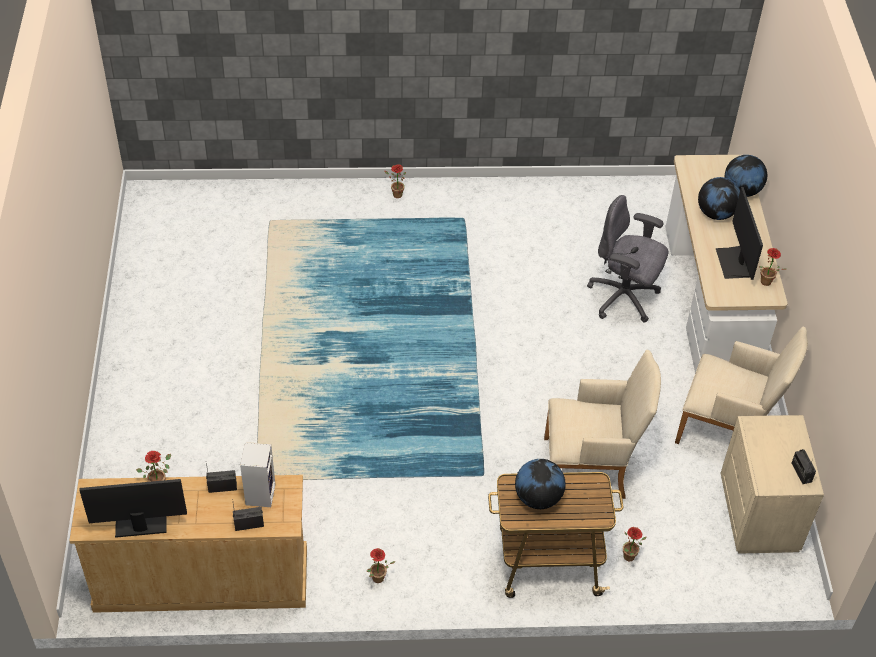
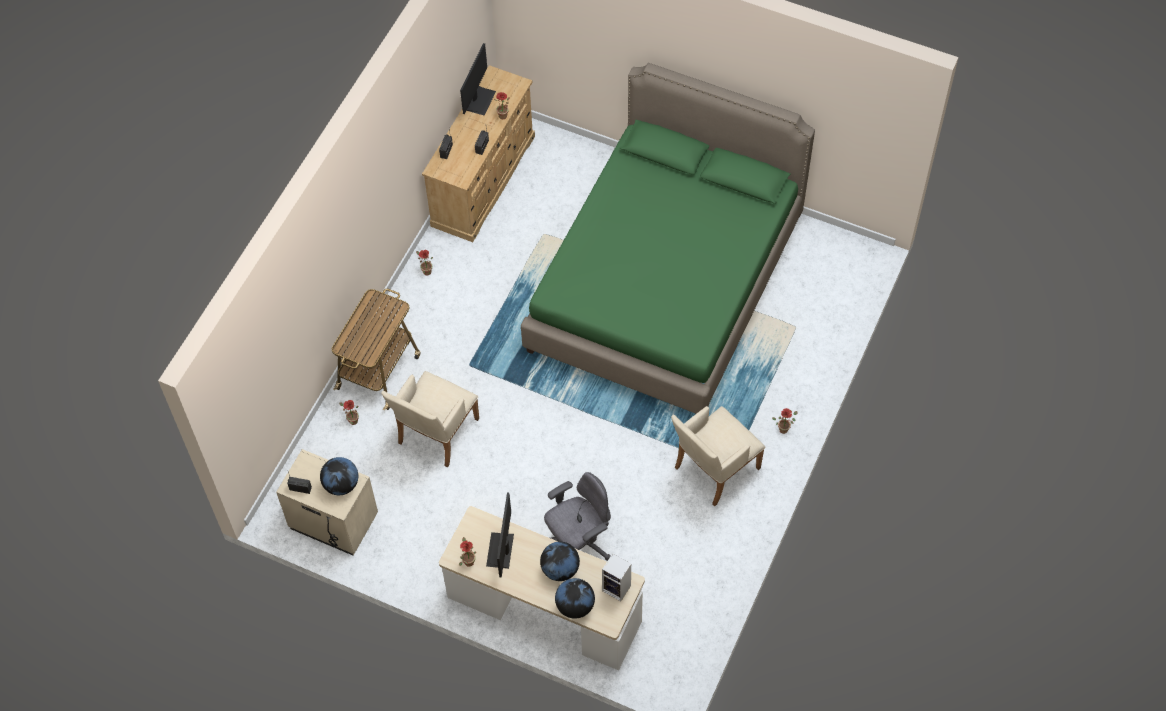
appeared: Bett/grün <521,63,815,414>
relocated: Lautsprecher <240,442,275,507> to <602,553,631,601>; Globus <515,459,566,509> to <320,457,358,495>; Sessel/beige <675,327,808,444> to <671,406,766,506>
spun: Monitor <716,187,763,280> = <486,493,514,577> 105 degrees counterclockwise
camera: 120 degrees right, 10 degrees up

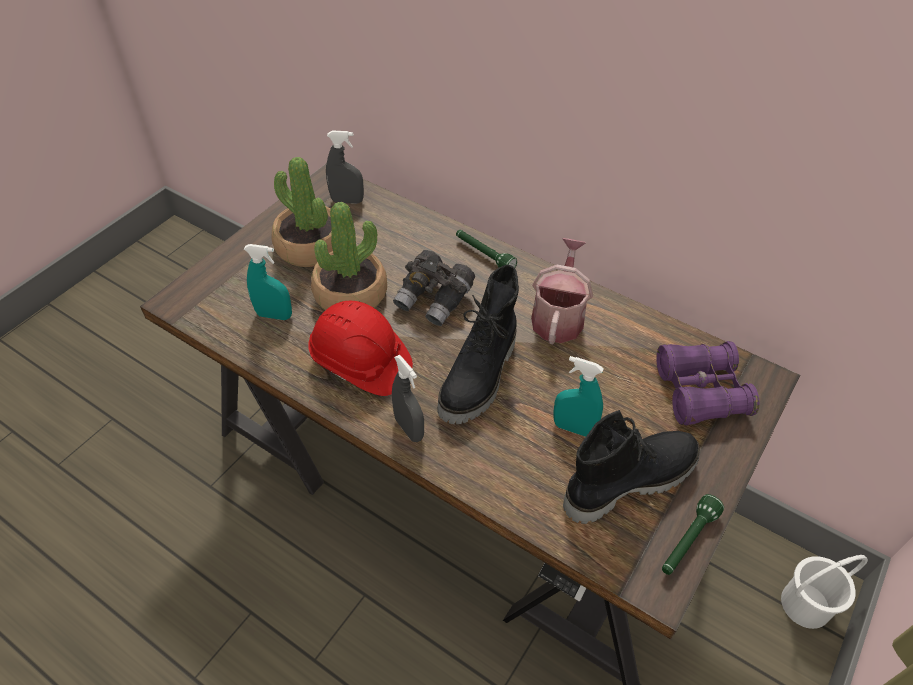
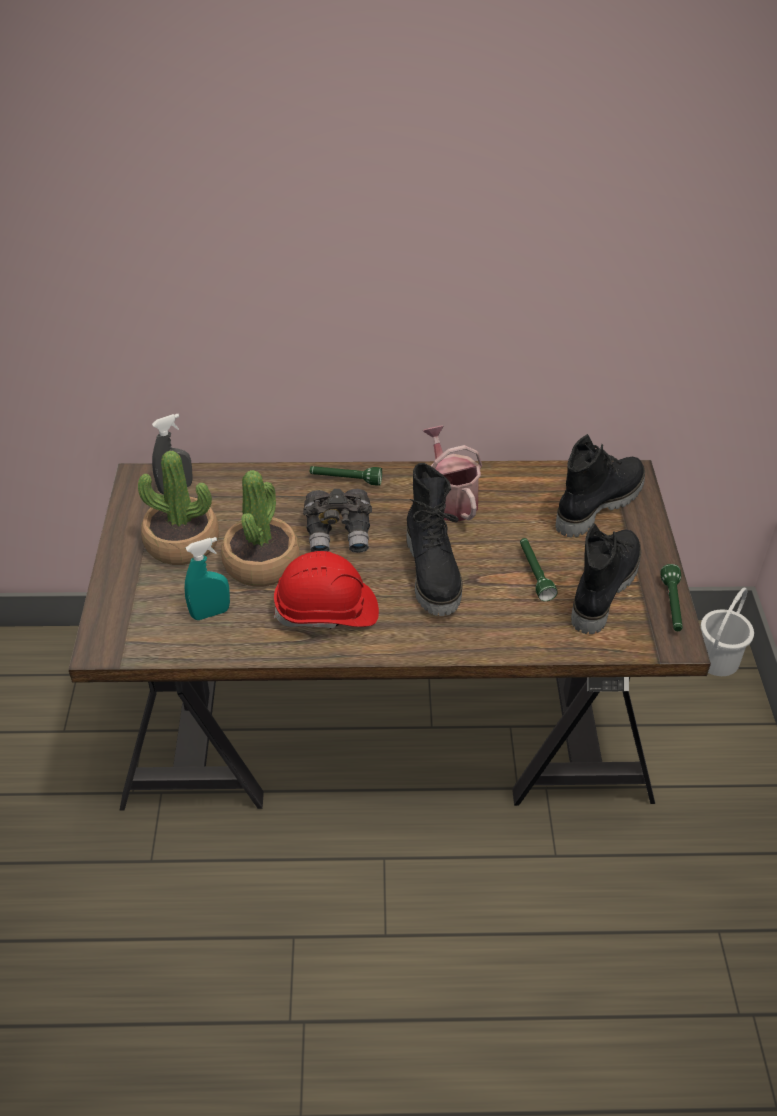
missing: Sprühflasche/grau <392,355,424,442>
exchanged: Sprühflasche/türkis <553,356,604,437> to Taschenlampe/grün <520,538,558,601>; Fernglas/lila <656,341,759,426> to Stiefel/schwarz <556,434,645,538>
camera: 35 degrees left, 5 degrees down

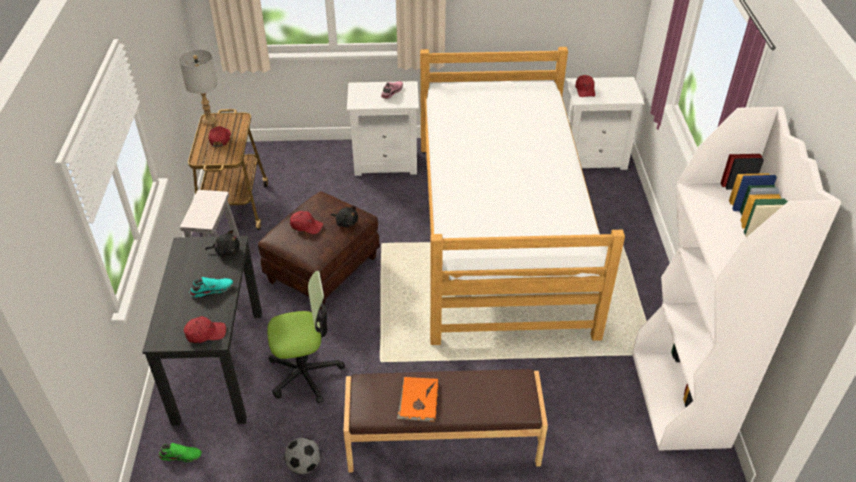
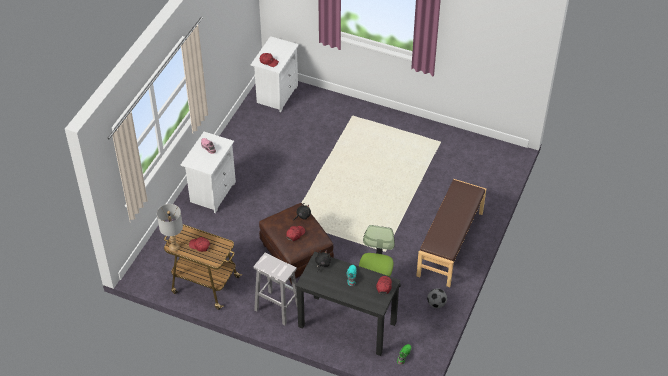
missing: Buch/orange <397,377,438,421>; Bett <420,47,625,345>; Bücherregal/weiß <632,107,841,450>
camera: 65 degrees left, 5 degrees up

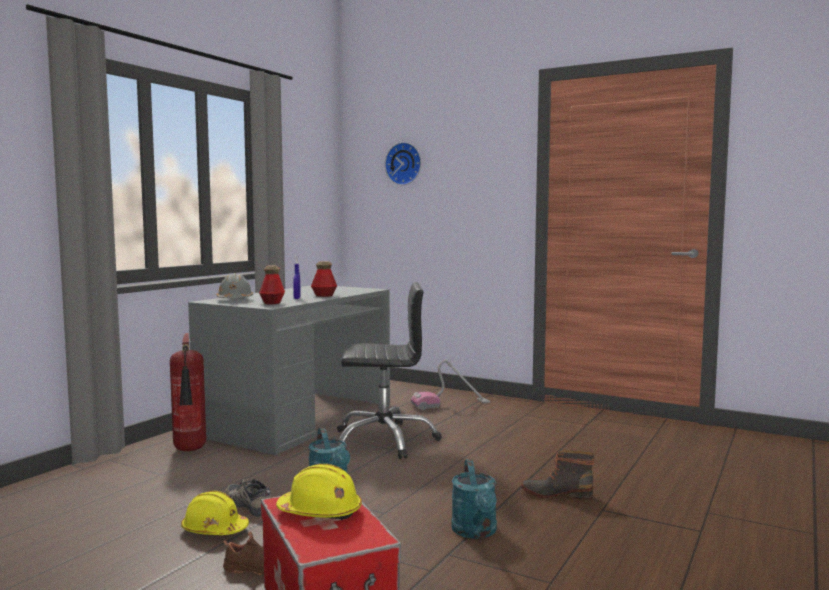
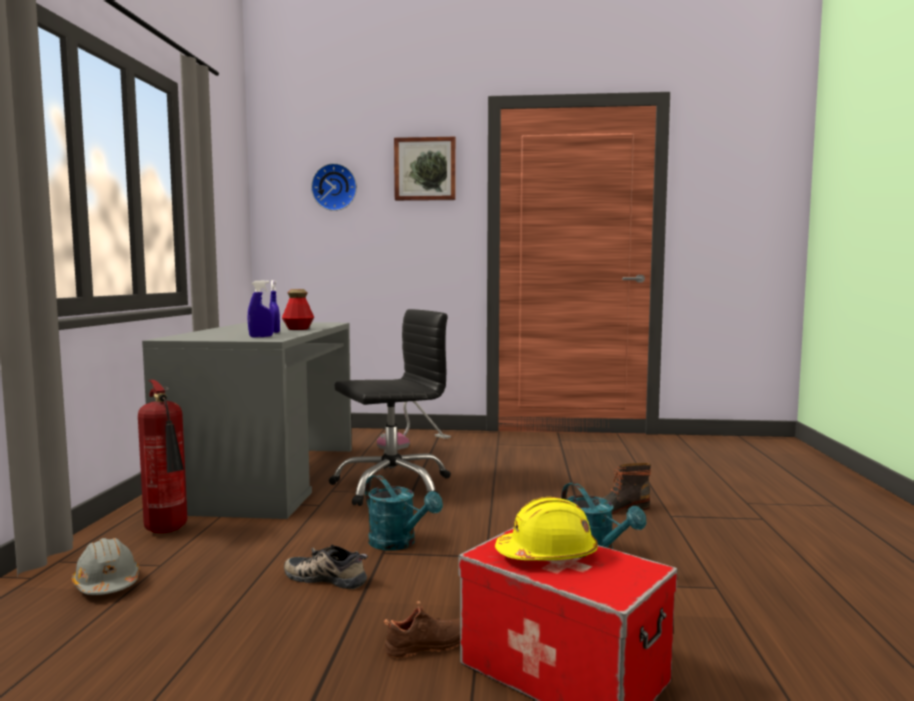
missing: Schutzhelm/gelb <181,491,249,535>
appeared: Bild <394,137,456,201>
relocated: Schutzhelm/grau <216,273,253,298> to <72,538,139,595>
exchanged: Flasche <259,265,285,304> to Sprühflasche/blau <248,280,274,337>
camera: 25 degrees left, 0 degrees up

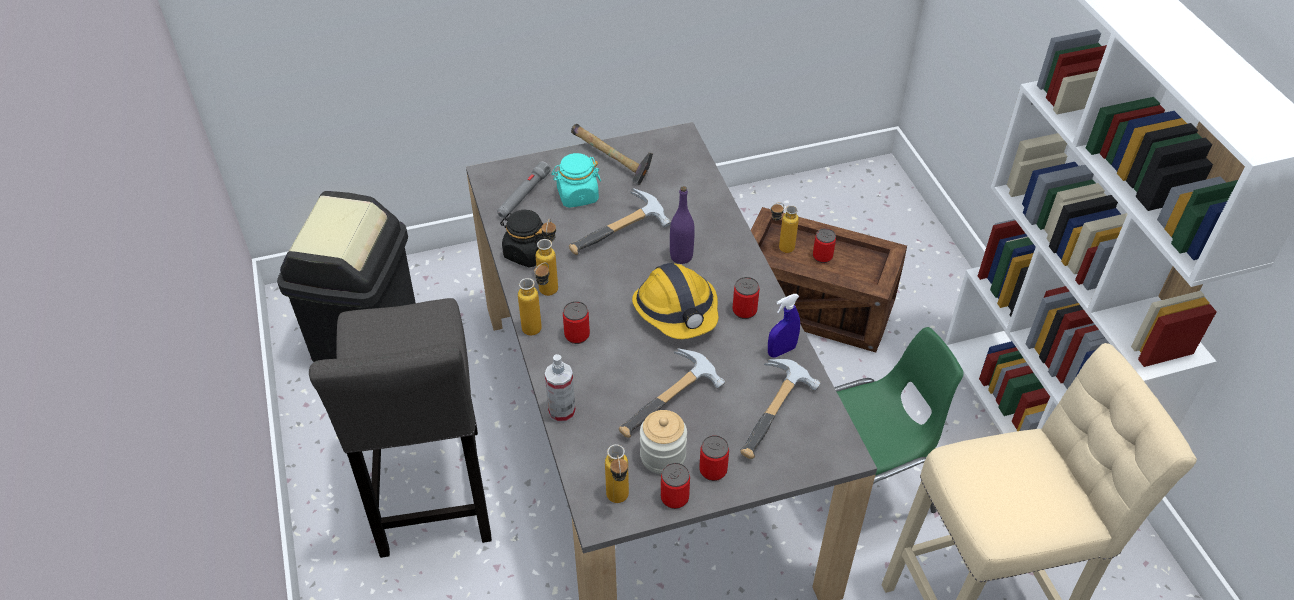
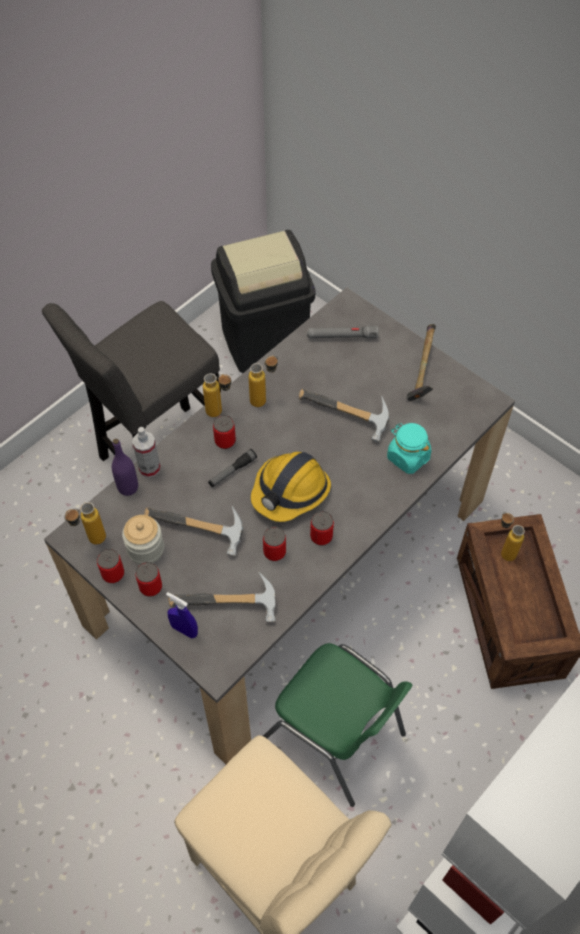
missing: Vorratsglas/schwarz <500,210,544,268>
appeared: Taschenlampe <208,449,257,487>
relocated: Vorratsglas/türkis <551,153,601,208> to <387,423,431,474>; Flasche/lila <670,186,695,264> to <112,439,138,496>; Sprühflasche/blau <768,294,800,357> to <166,592,198,639>; Dose <813,228,836,263> to <263,527,286,561>
camera: 60 degrees right, 10 degrees up

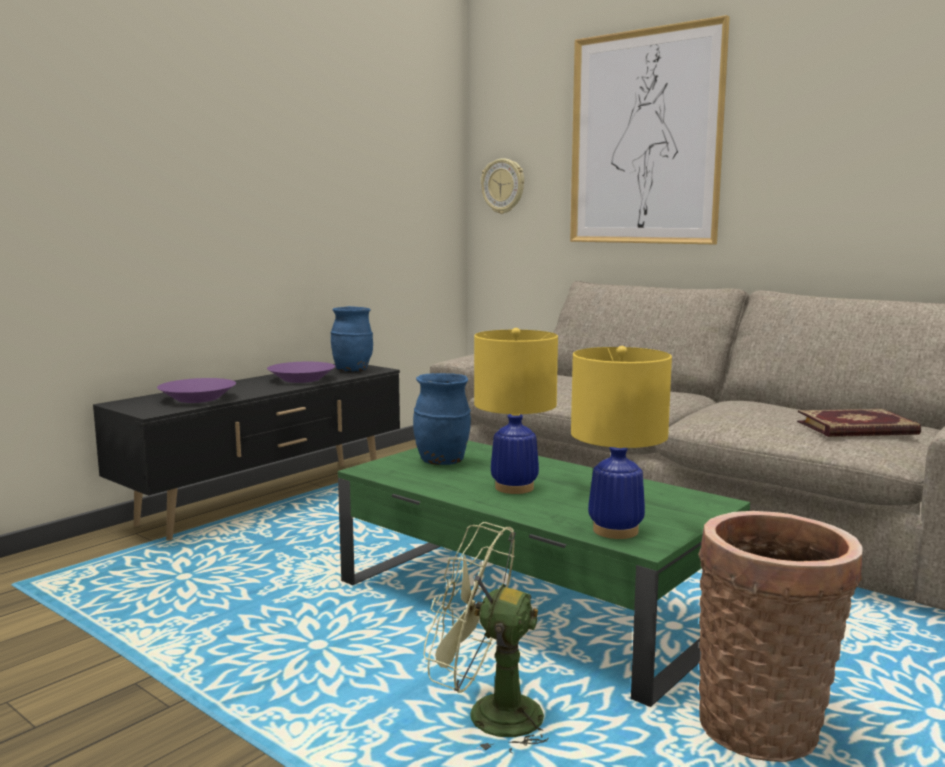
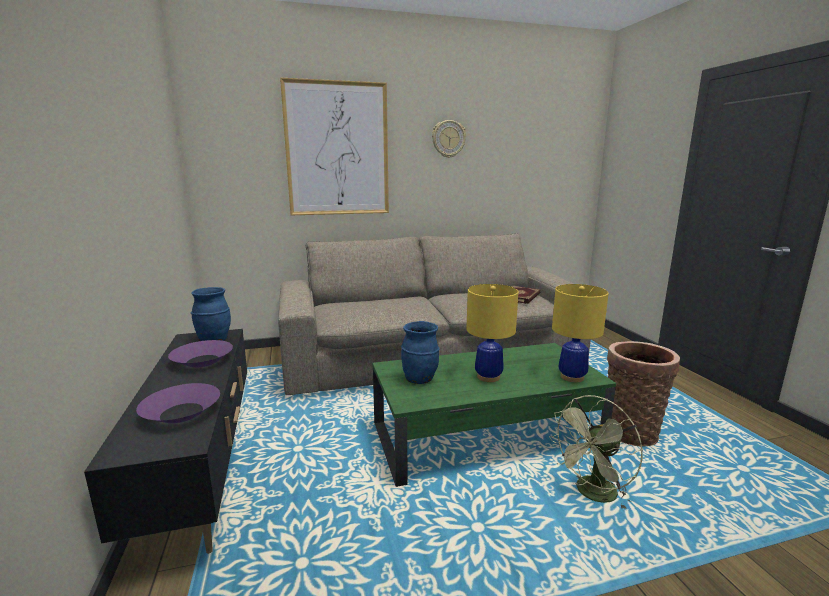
relocated: Wanduhr <481,158,524,214> to <432,120,466,158>
camera: 55 degrees left, 5 degrees up

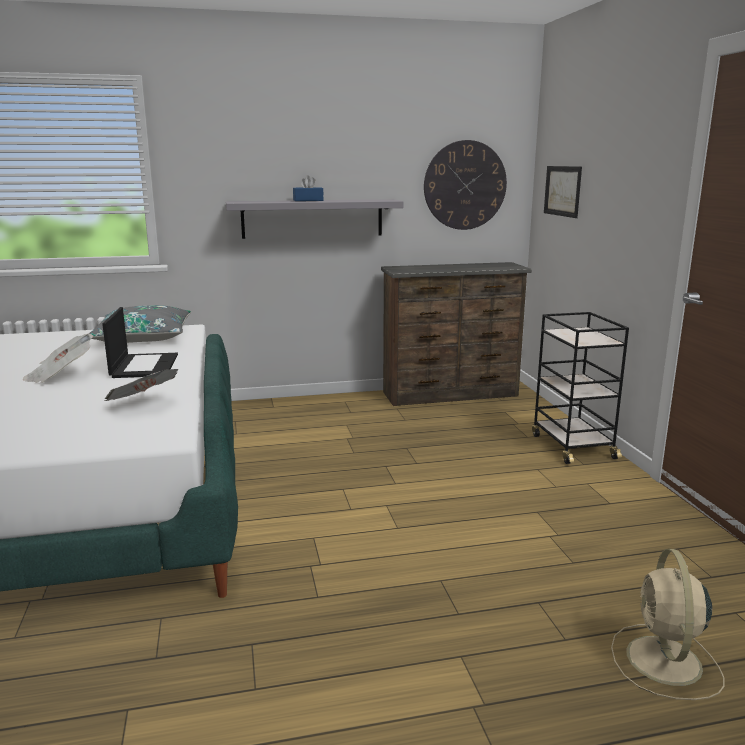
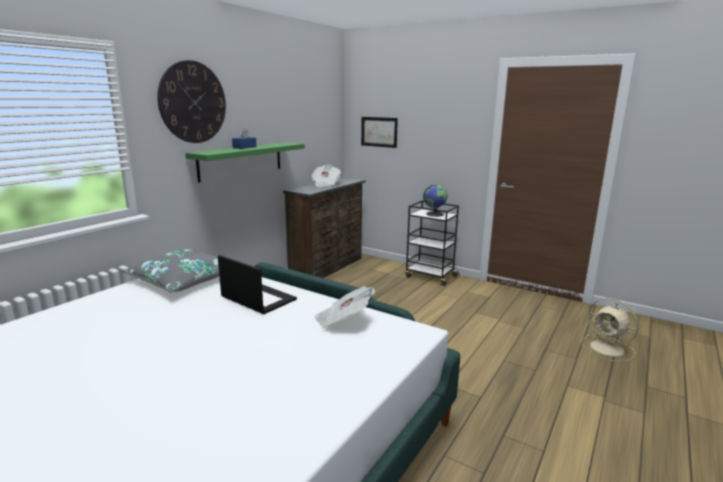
appeared: Globus <423,185,447,217>
relocated: Zeitung <23,334,94,383> to <311,165,341,187>; Wanduhr <424,140,507,230> to <157,60,226,143>
colour: Wandregal/grau <226,199,404,239> to Wandregal/grün <185,142,305,183>
camera: 45 degrees left, 0 degrees up

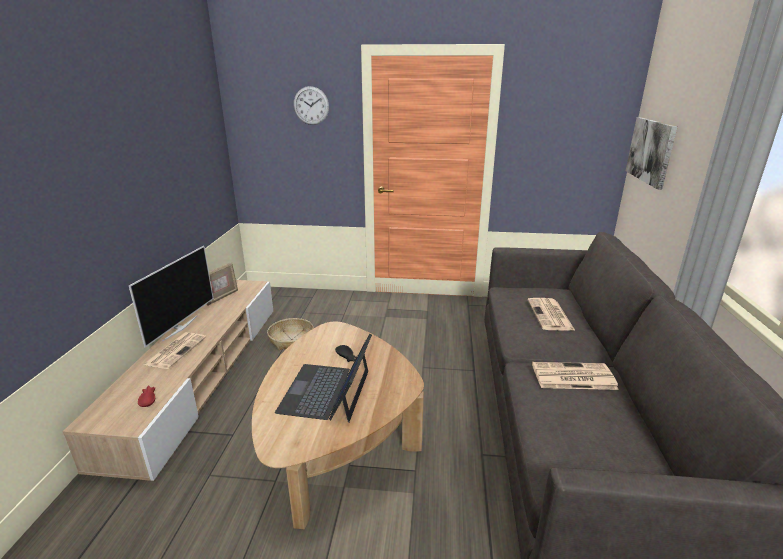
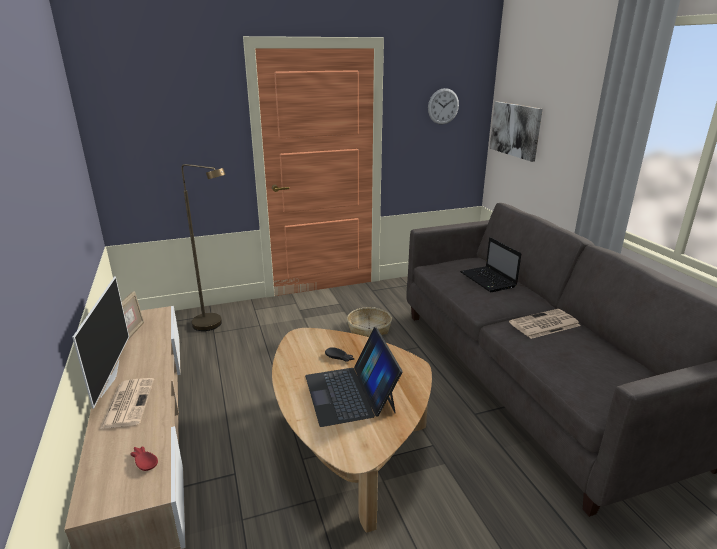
appeared: Stehlampe/braun <181,164,225,331>
relocated: Korb <267,318,314,350> to <347,307,392,337>; Wanduhr <293,86,329,125> to <428,88,459,124>
exchanged: Zeitung <528,298,575,331> to Laptop <460,237,521,292>
camera: 25 degrees left, 0 degrees up

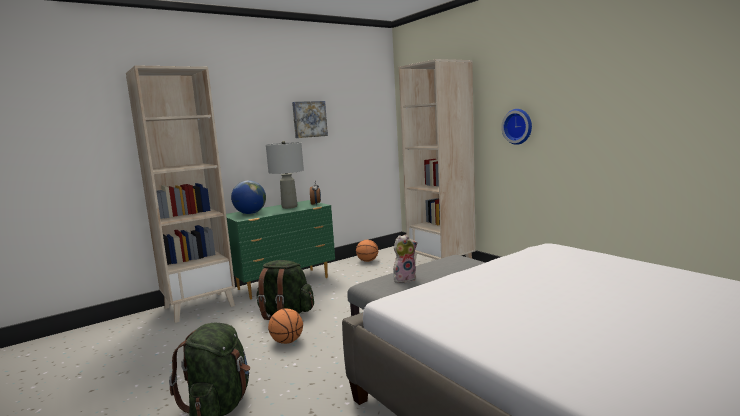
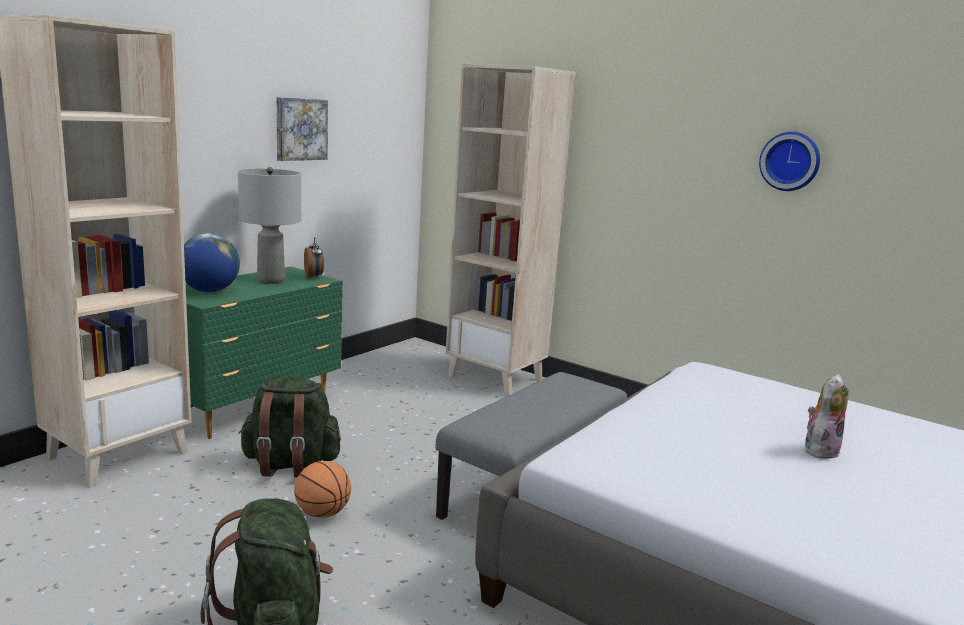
missing: Basketball <356,240,378,262>
relocated: Plüschtier <393,234,417,283> to <805,374,849,459>; Wanduhr <501,109,532,145> to <759,132,820,191>
camera: 20 degrees left, 5 degrees up

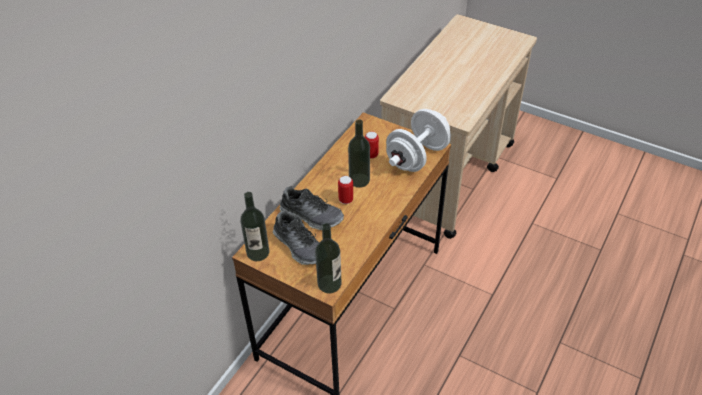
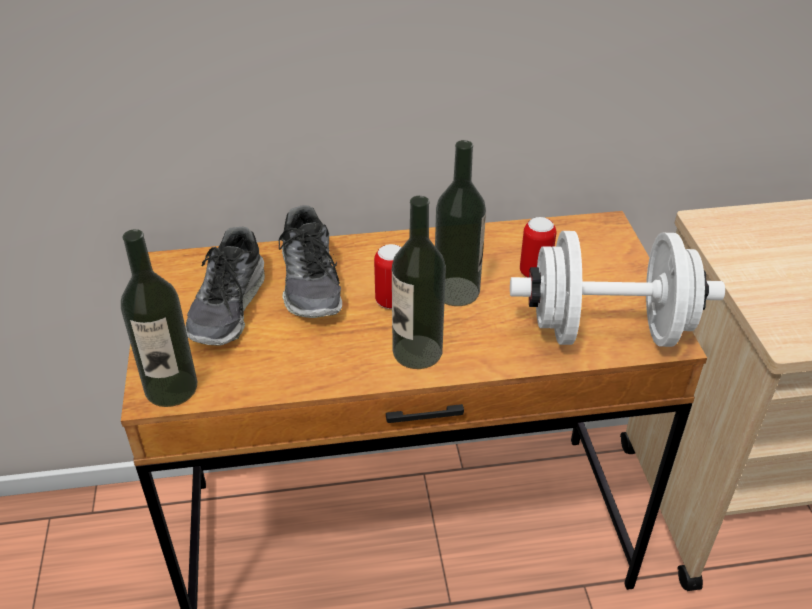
relocated: Flasche <240,192,269,261> to <392,196,446,369>
camera: 50 degrees right, 5 degrees down

